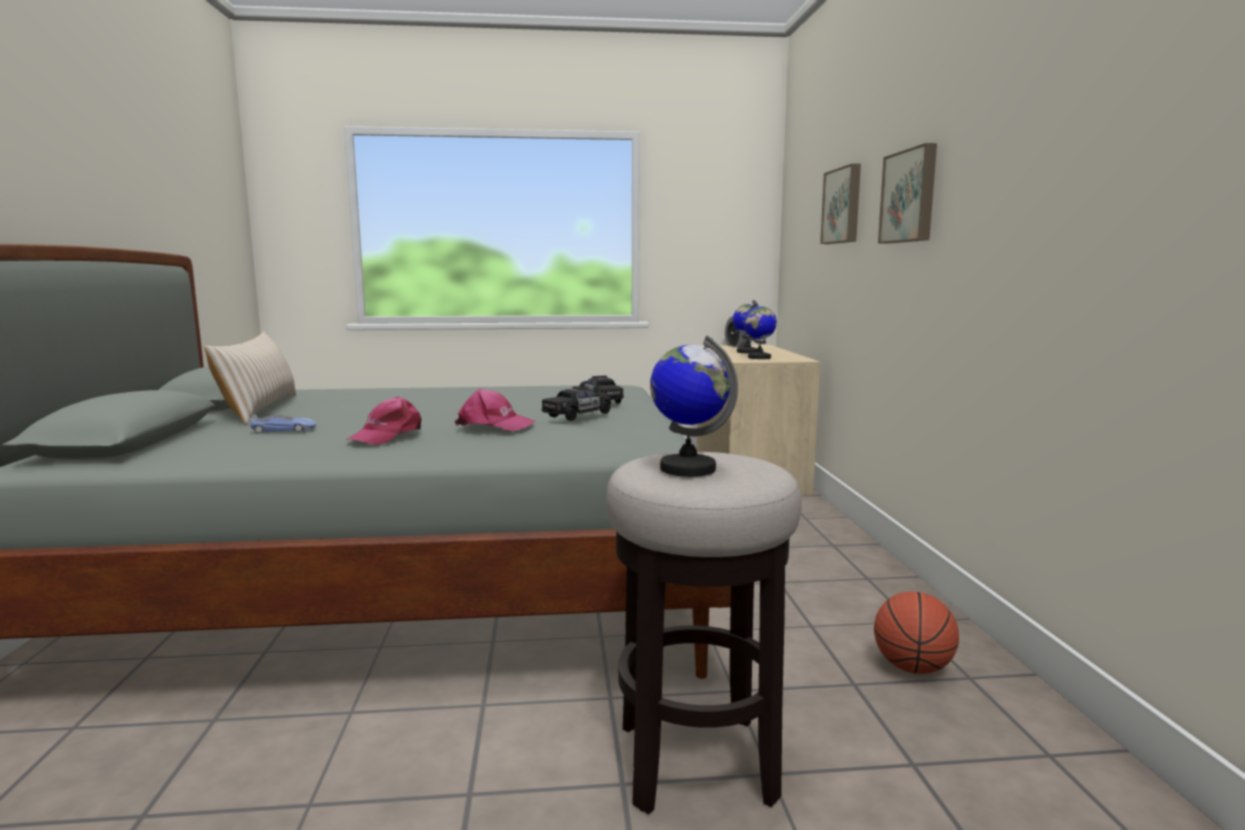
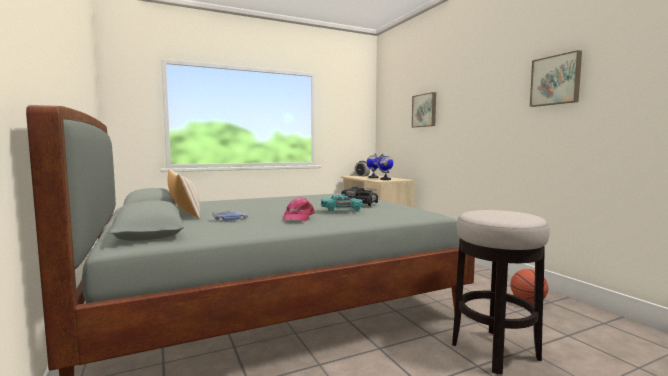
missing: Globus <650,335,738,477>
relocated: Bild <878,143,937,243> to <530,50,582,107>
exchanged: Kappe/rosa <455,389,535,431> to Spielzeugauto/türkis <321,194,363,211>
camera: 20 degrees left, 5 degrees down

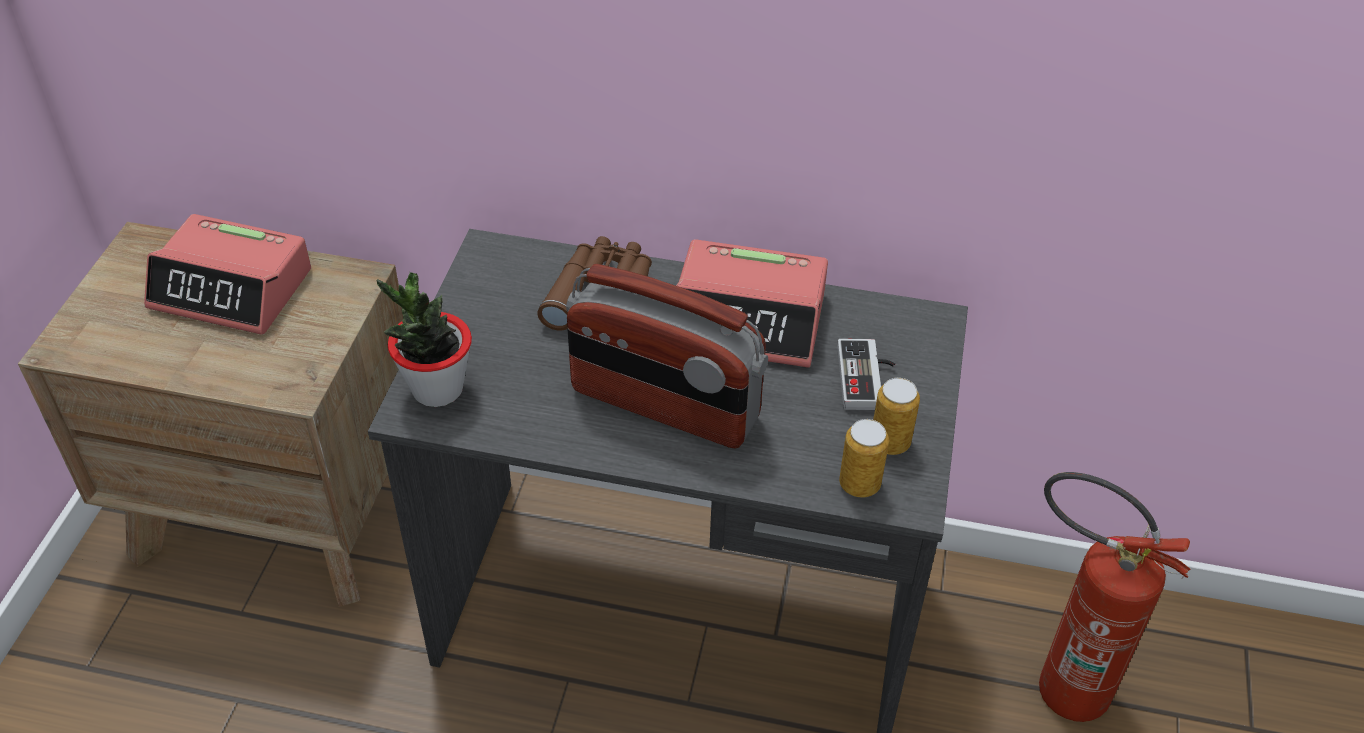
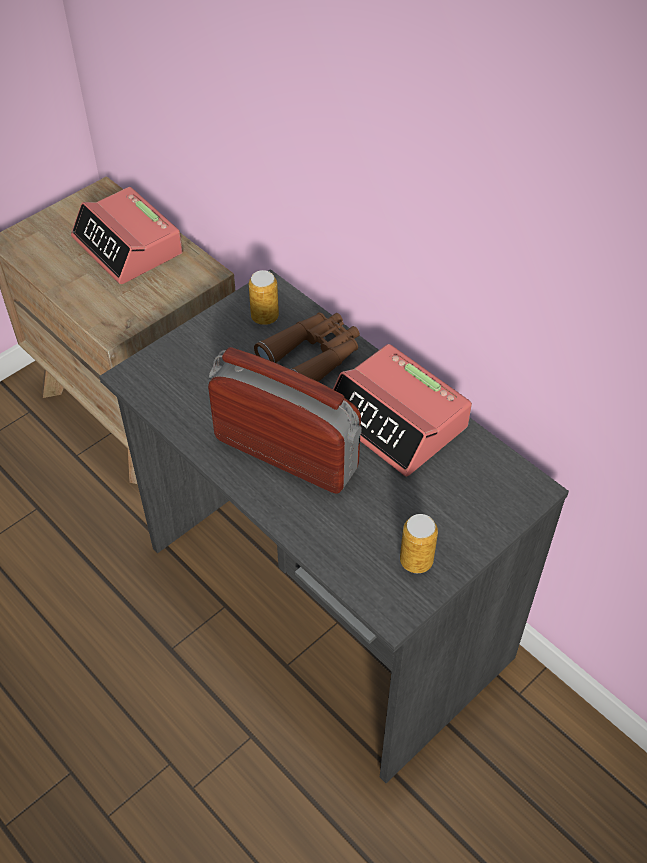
missing: Topfpflanze <377,272,472,407>; Gamepad <837,339,895,410>; Feuerlöscher <1039,472,1191,722>
relocated: Dose <839,419,889,498> to <249,270,279,325>
spun: Radio <566,264,768,449> = <208,347,362,494> 150 degrees clockwise
camera: 35 degrees right, 5 degrees up

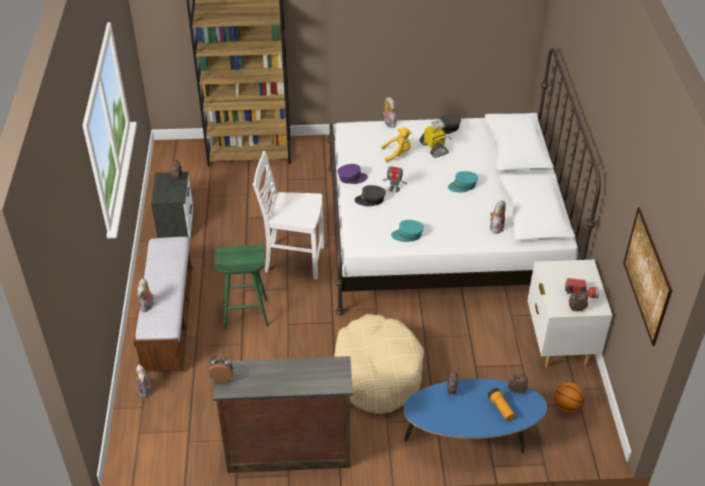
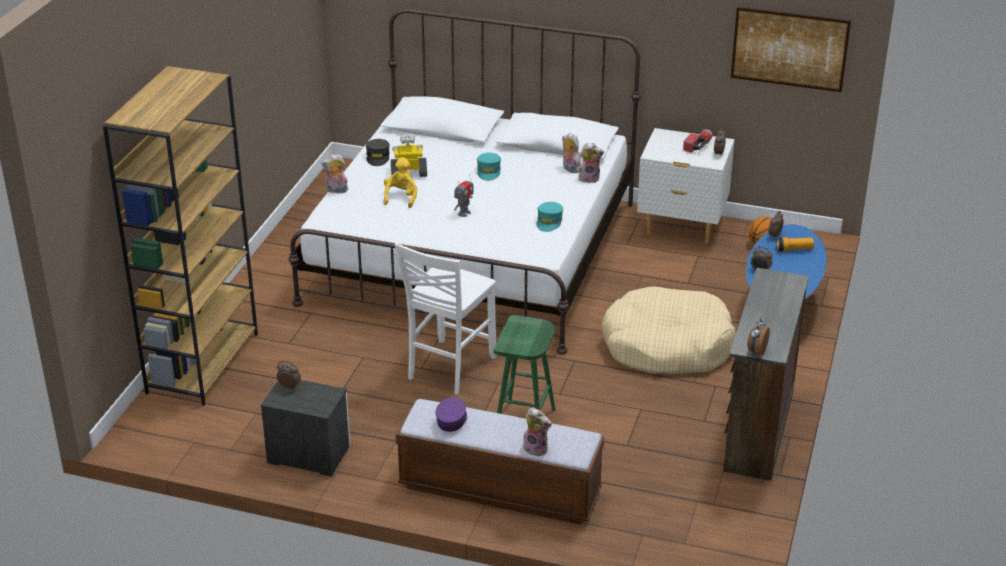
missing: Kappe/grau <355,185,386,206>
relocated: Plüschtier <136,364,152,397> to <579,143,604,183>; Kappe/lila <338,164,368,184> to <435,397,467,432>
camera: 70 degrees left, 10 degrees down

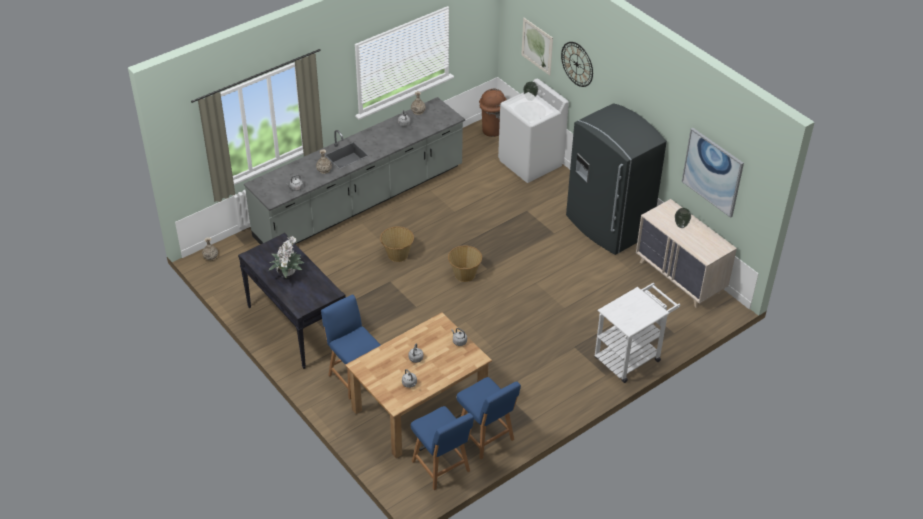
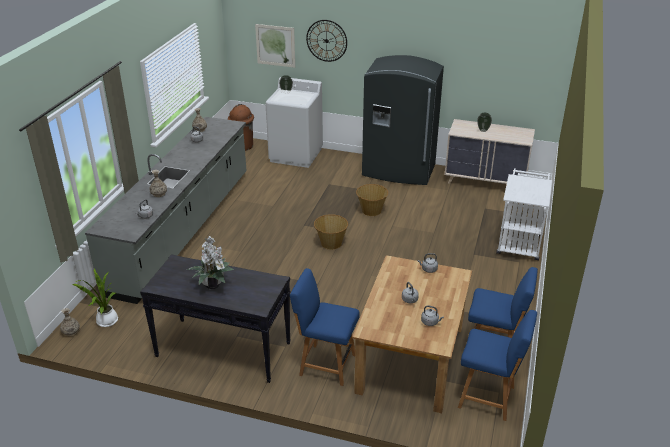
missing: Bild <682,128,744,218>
appeared: Topfpflanze <73,268,118,327>
relocated: Korb <380,227,414,262> to <356,184,388,216>
camera: 35 degrees left, 10 degrees down

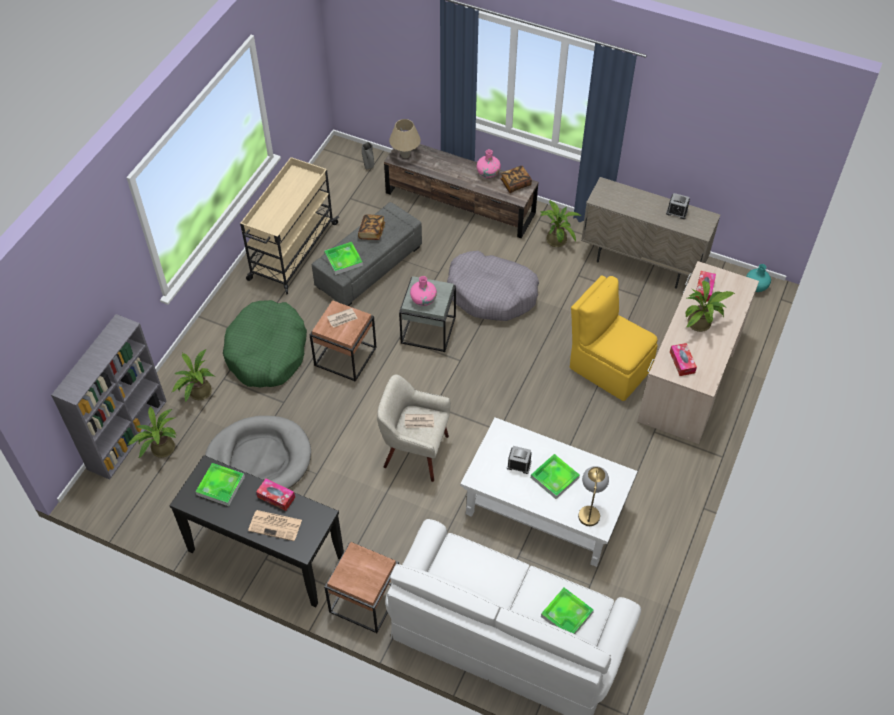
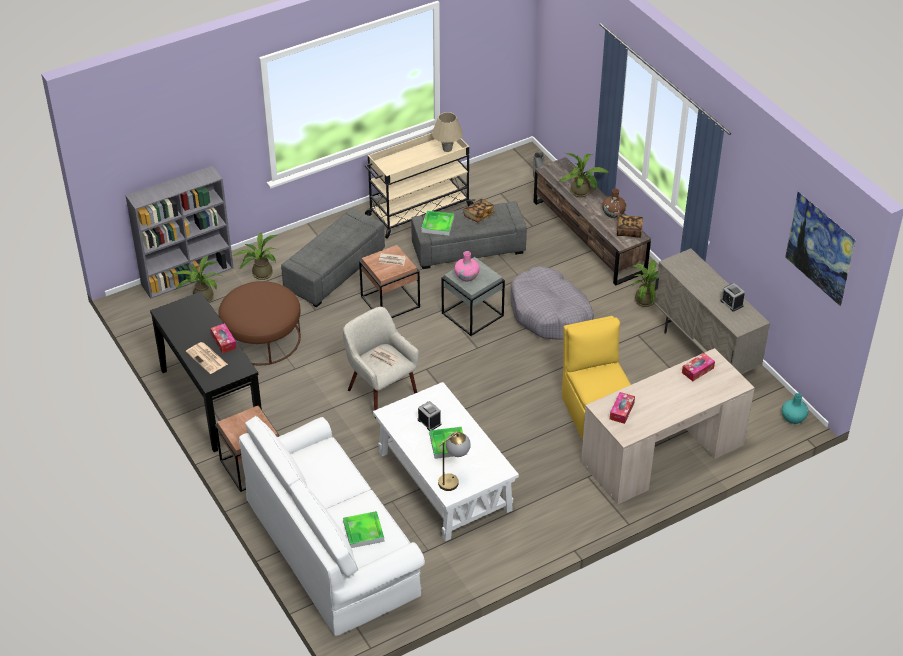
missing: Tablett <195,463,245,506>
appeared: Bild <785,192,856,307>
relocated: Tischlampe/beige <389,119,421,158> to <432,112,463,152>; Topfpflanze <685,281,734,332> to <558,153,609,197>
exchanged: Hundebett/grau <205,416,311,489> to Polsterhocker/braun <219,281,301,365>; Hundebett/grün <223,300,307,388> to Polsterhocker/grau <281,208,385,308>
colour: Vase/rosa <477,149,501,178> to Vase/braun <602,189,626,218>
camera: 35 degrees right, 10 degrees down

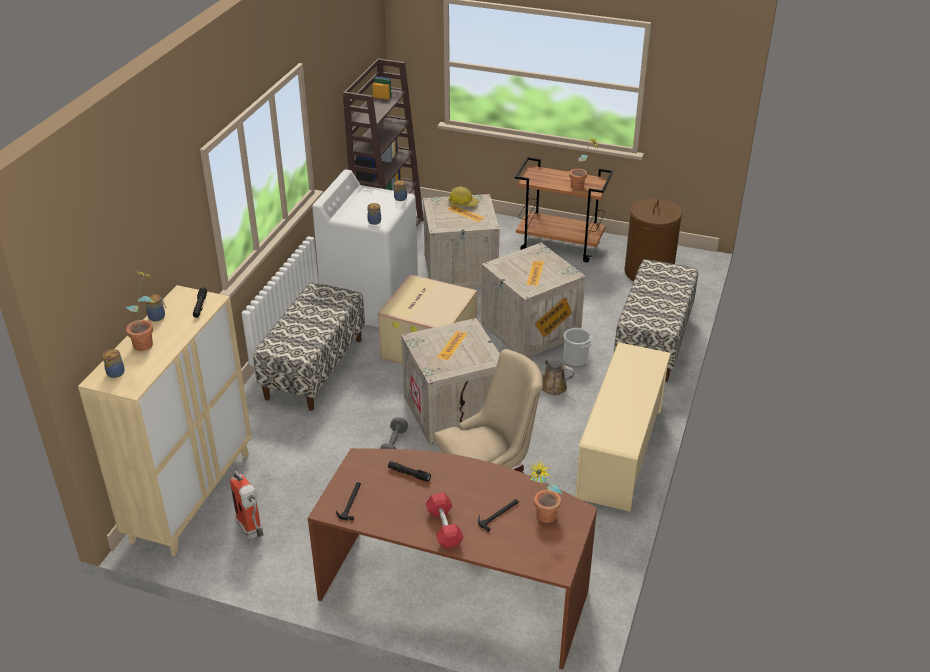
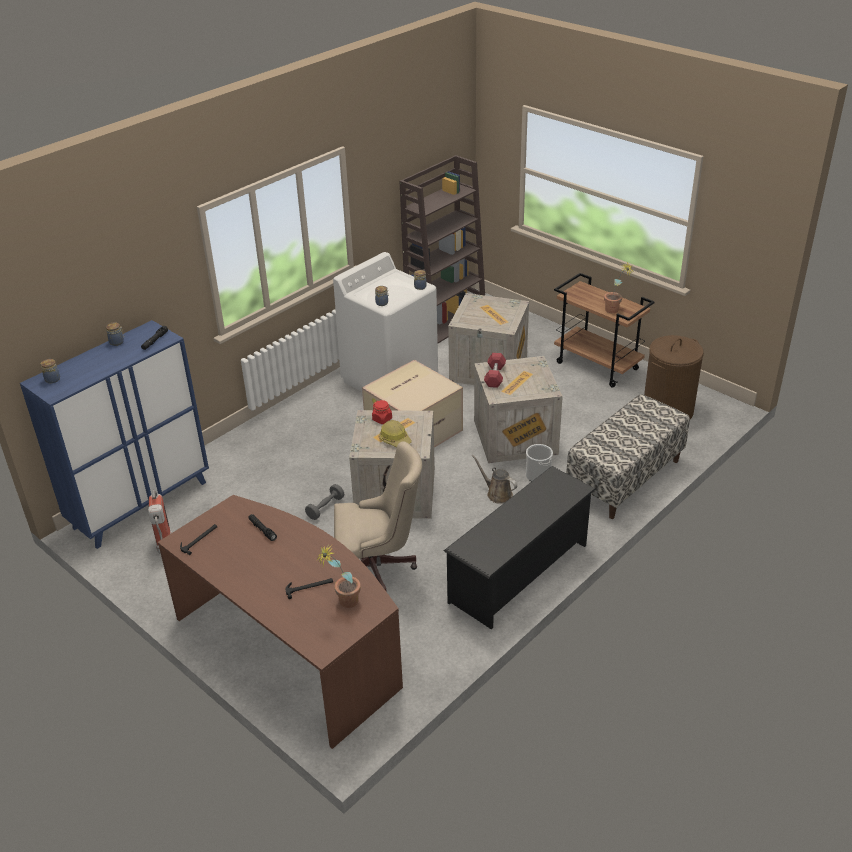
missing: Topfpflanze <126,271,154,351>; Bank <253,282,365,411>
appeared: Vorratsglas/rot <372,400,392,424>
relocated: Hantel/rot <426,493,464,549> to <484,353,506,388>; Schutzhelm <448,186,479,207> to <379,420,412,447>
colour: Schrank/beige <78,285,252,556> to Schrank/blau <20,320,209,549>; Schuhregal/beige <575,342,671,512> to Schuhregal/schwarz <444,466,596,629>
camera: 25 degrees right, 0 degrees up

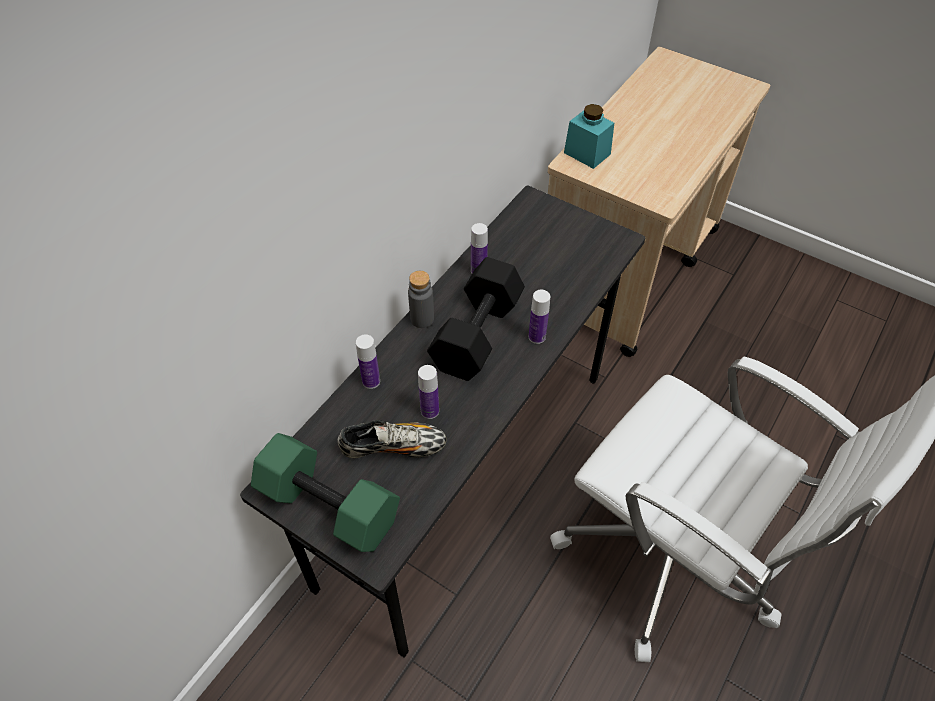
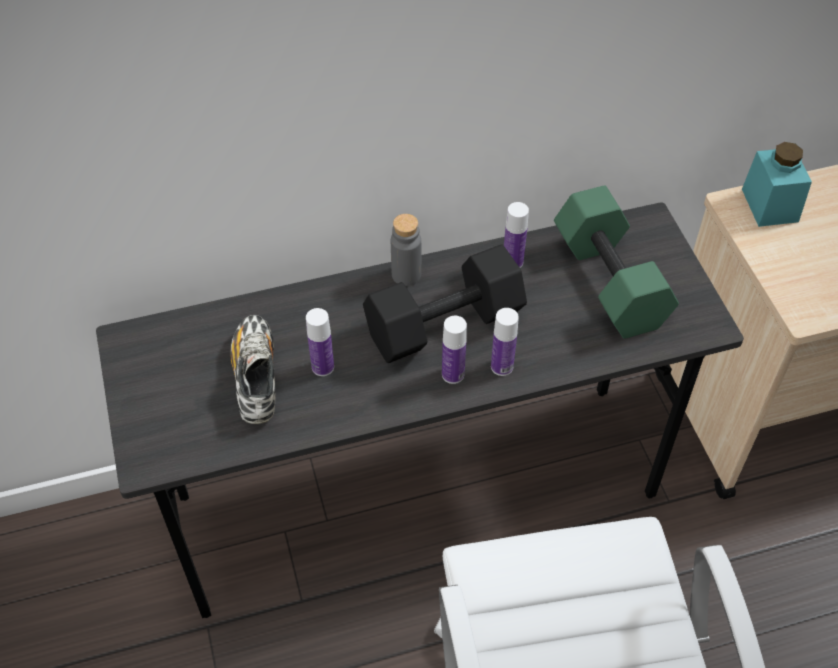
relocated: Hantel/grün <251,433,400,552> to <554,186,679,339>; Flasche <356,334,380,389> to <442,316,467,384>
spun: Schuh <337,420,447,458> = <230,315,276,424> 135 degrees counterclockwise
camera: 40 degrees right, 0 degrees up

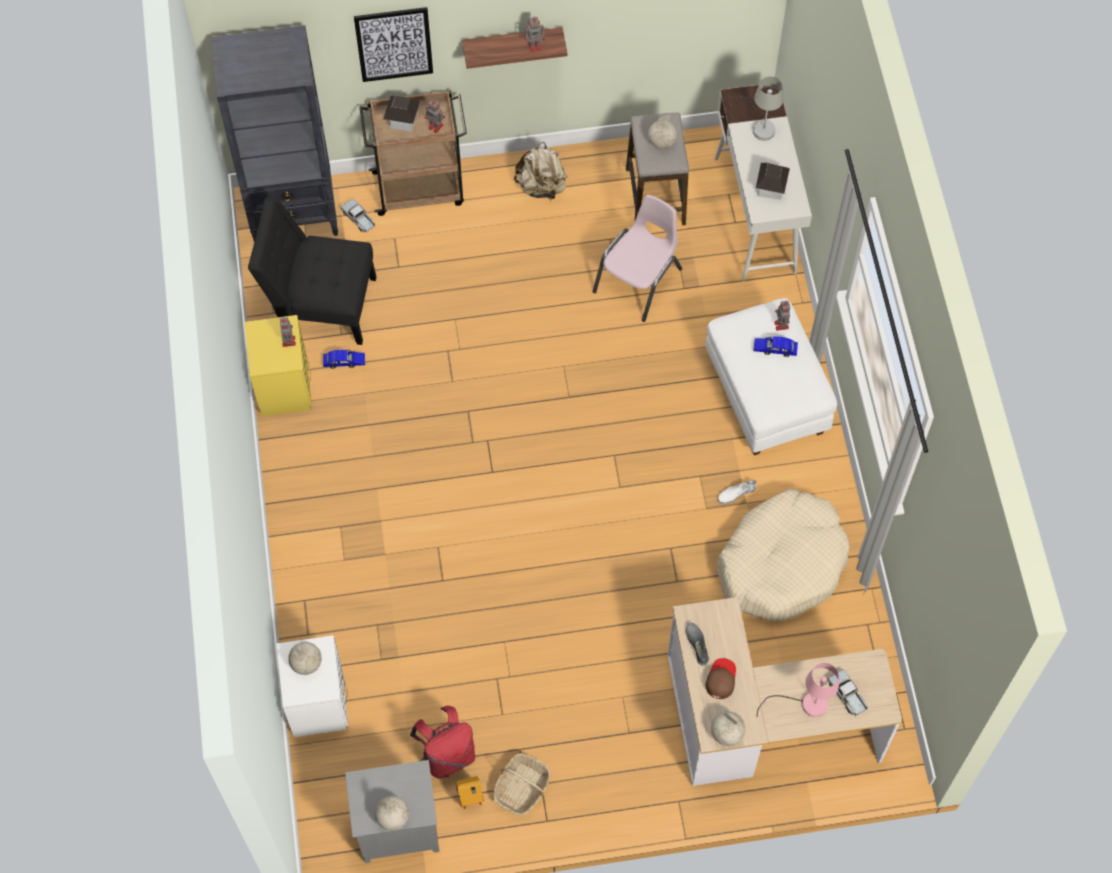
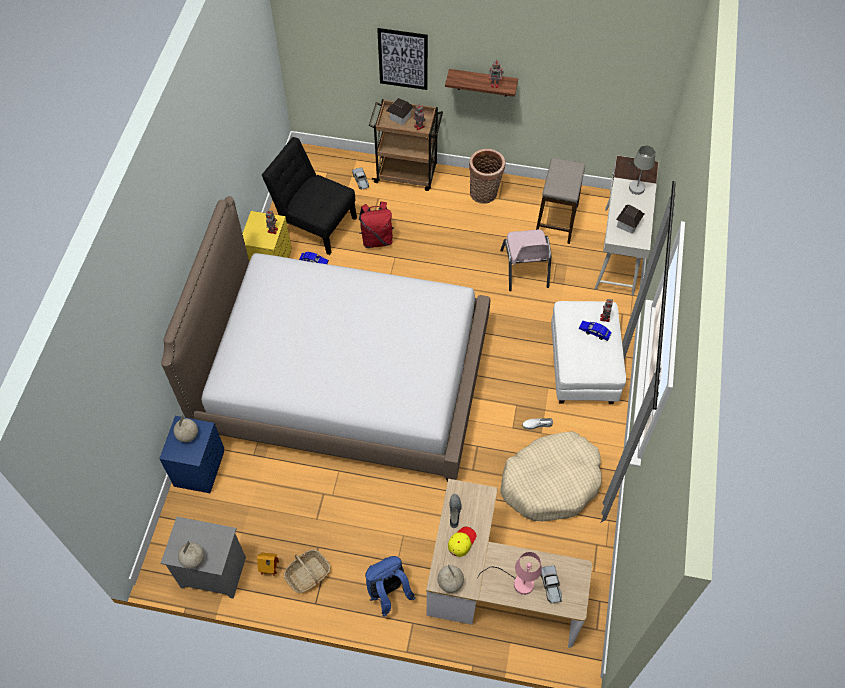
missing: Bücherregal/schwarz <211,25,338,242>; Globus <648,114,677,149>
appeared: Bett <161,196,490,482>; Rucksack/blau <365,556,416,616>
relocated: Rucksack/rot <410,706,475,779> to <359,201,394,248>
exchanged: Rucksack/beige <514,142,567,201> to Korb <469,149,505,204>
colour: Nachttisch/weiß <276,635,348,737> to Nachttisch/blau <159,416,224,493>; Kappe/braun <706,658,736,699> to Kappe/gelb <448,527,476,557>
spun: Stuhl/rosa <592,194,682,322> = <500,230,551,291> 120 degrees clockwise
camera: 20 degrees right, 5 degrees down

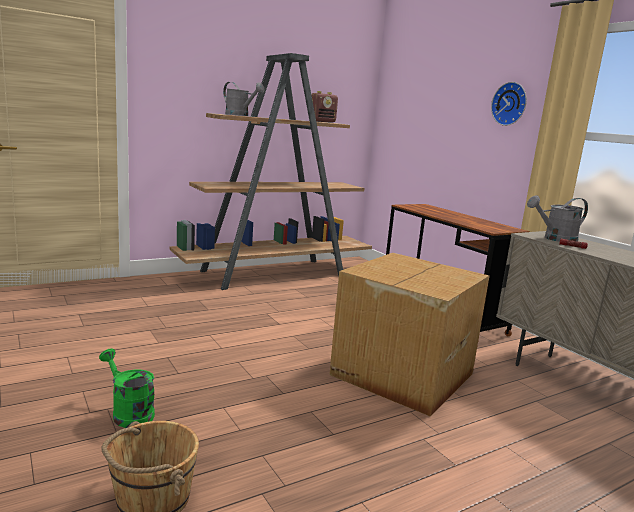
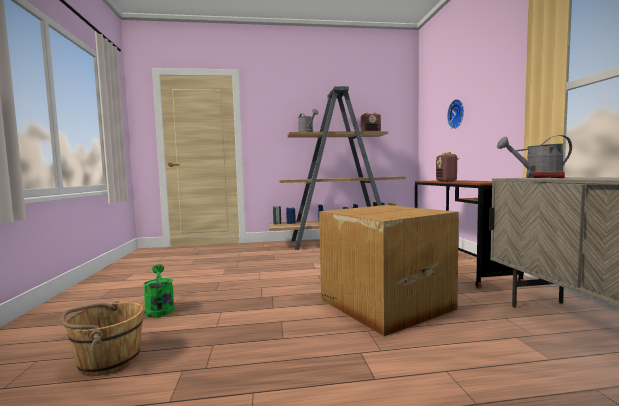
appeared: Radio <436,152,459,182>
relocated: Wanduhr <491,82,527,126> to <447,99,464,129>
camera: 25 degrees right, 10 degrees down

